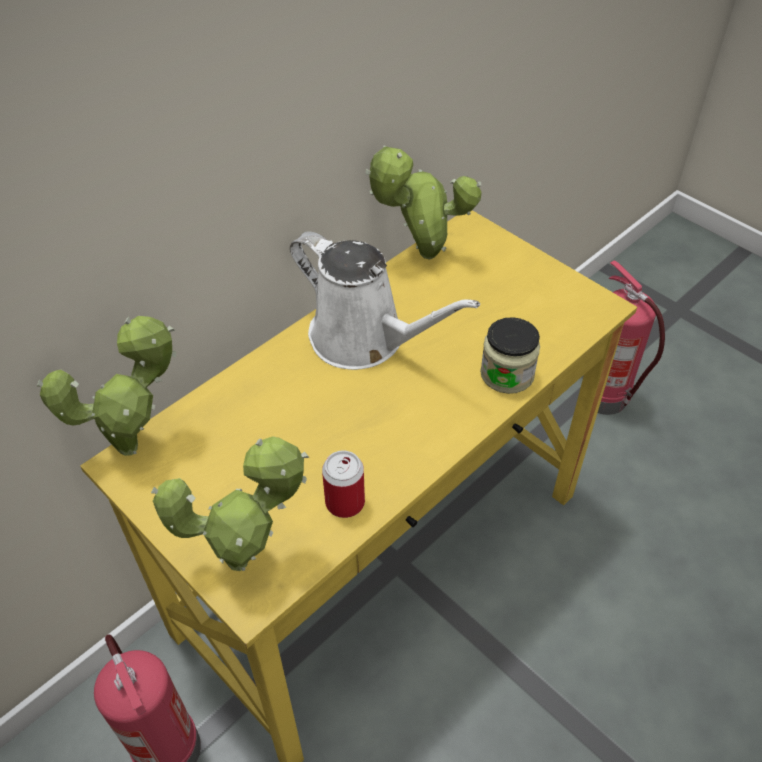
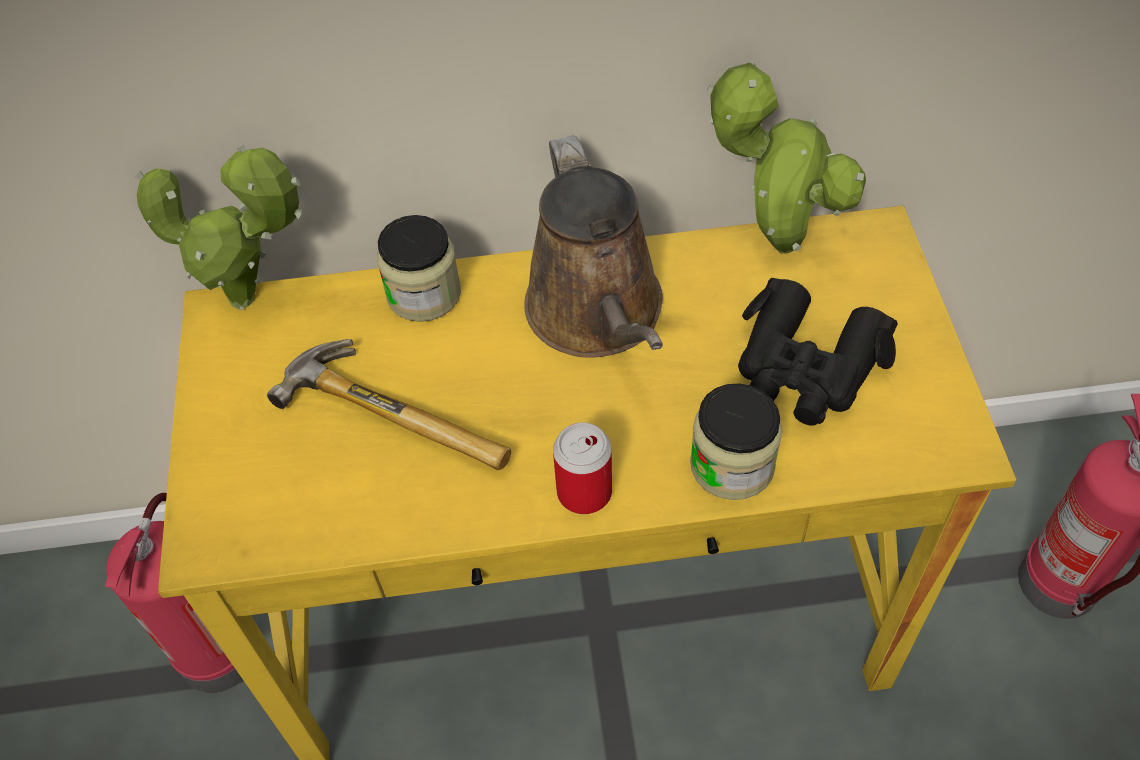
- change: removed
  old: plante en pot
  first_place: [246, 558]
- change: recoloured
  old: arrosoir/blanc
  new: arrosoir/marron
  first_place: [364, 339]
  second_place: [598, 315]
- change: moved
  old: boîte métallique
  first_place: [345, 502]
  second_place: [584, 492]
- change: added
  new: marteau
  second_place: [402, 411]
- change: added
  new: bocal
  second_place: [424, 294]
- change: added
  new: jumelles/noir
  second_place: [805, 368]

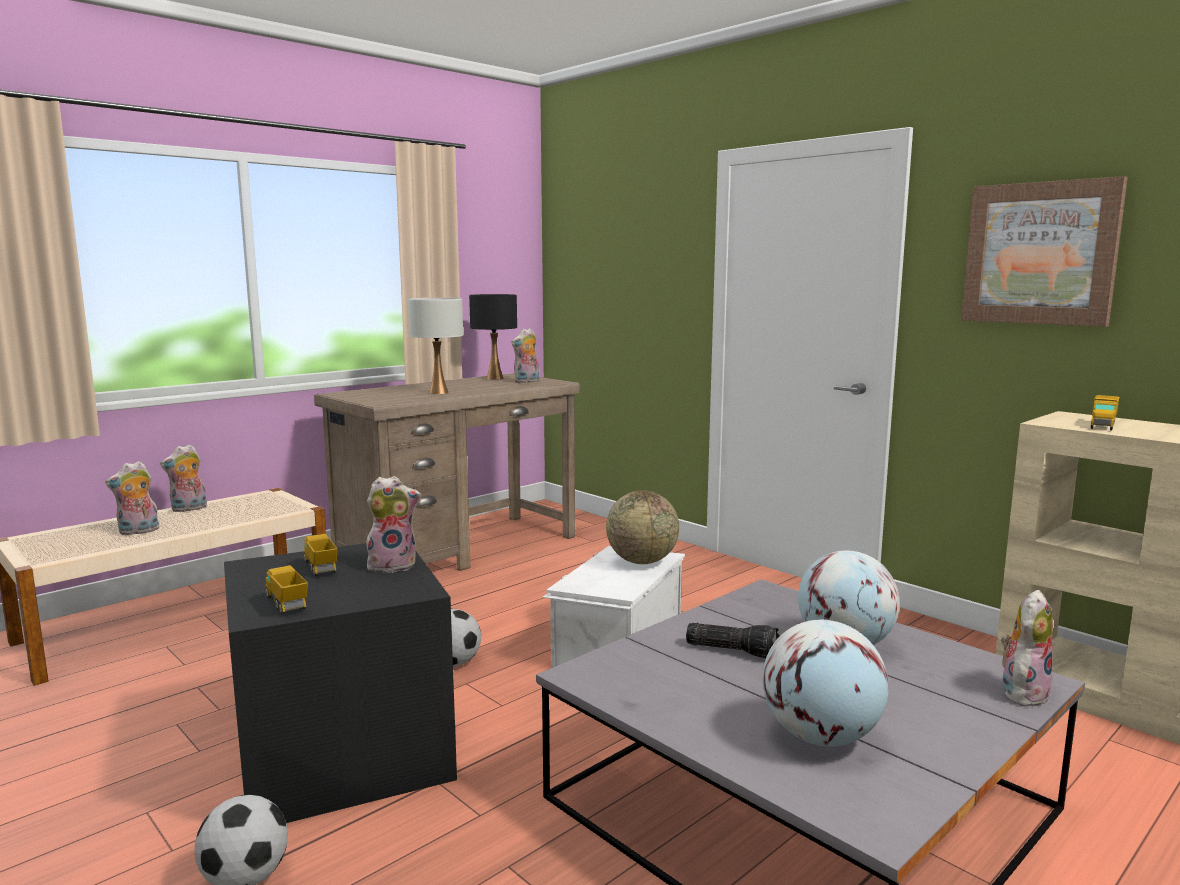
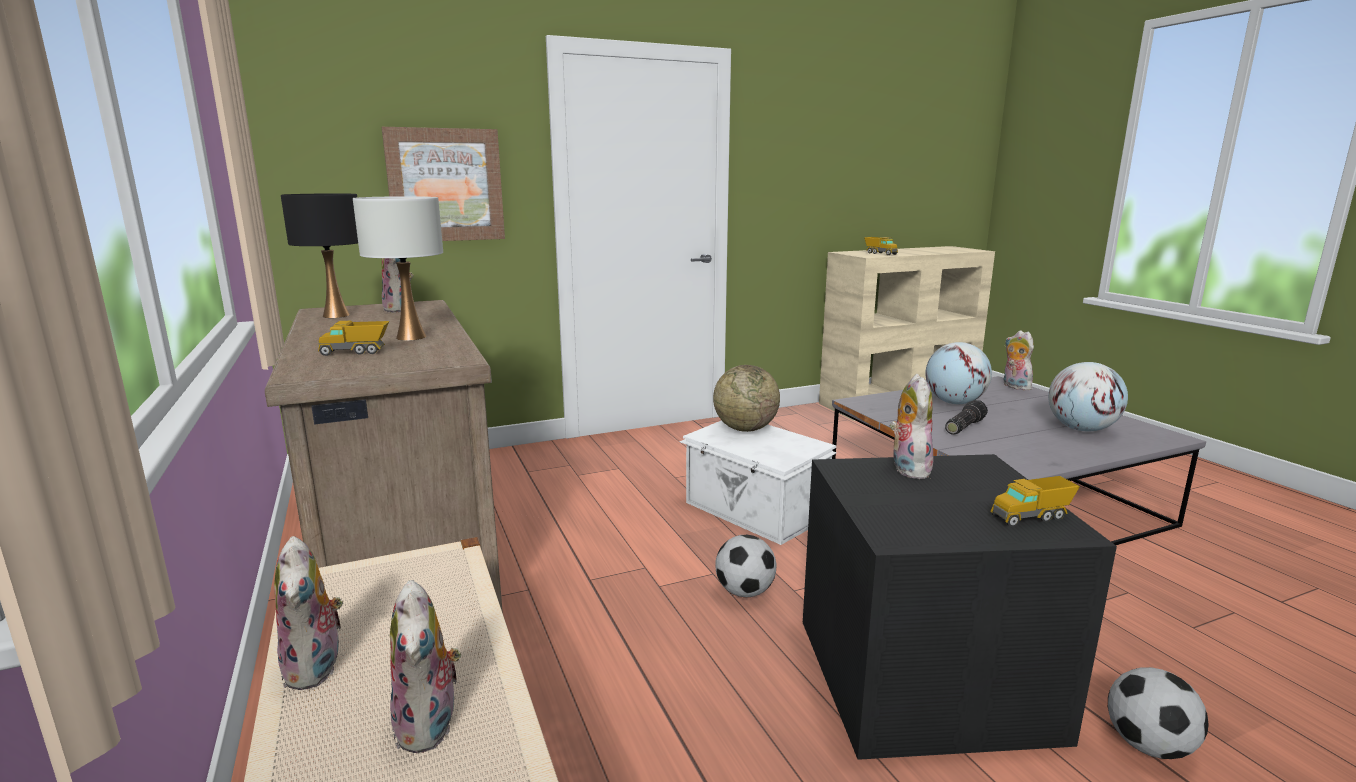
- change: moved
  old: camion jouet
  first_place: [320, 568]
  second_place: [356, 352]
- change: moved
  old: tableau
  first_place: [1040, 253]
  second_place: [445, 185]

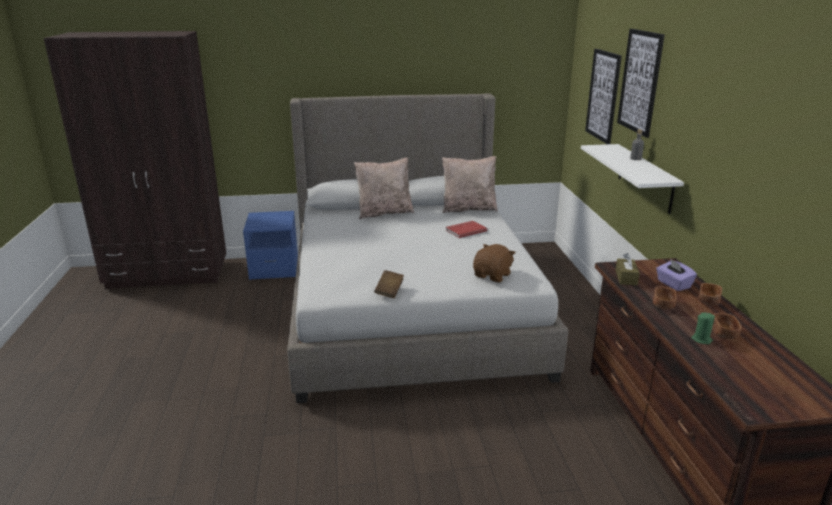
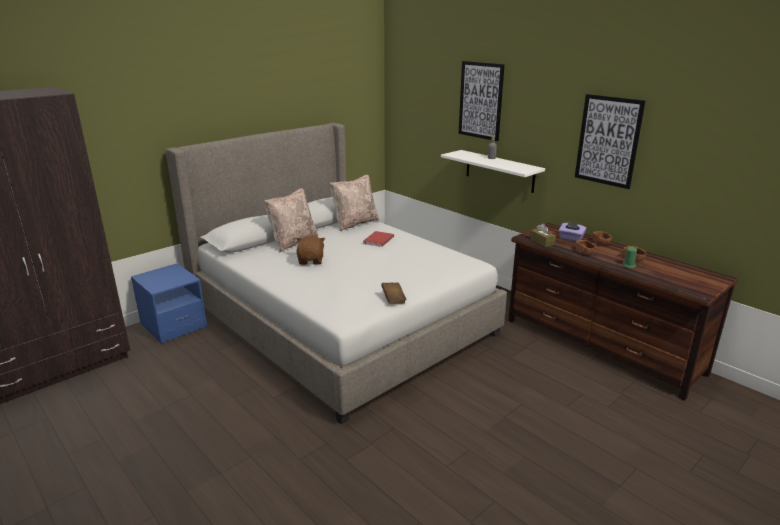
- change: moved
  old: peluche/marron
  first_place: [493, 275]
  second_place: [311, 261]
- change: moved
  old: tableau
  first_place: [603, 95]
  second_place: [608, 141]

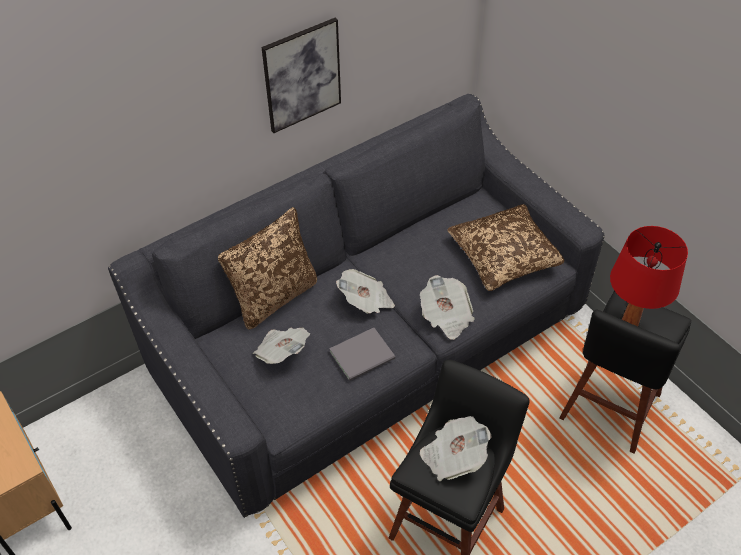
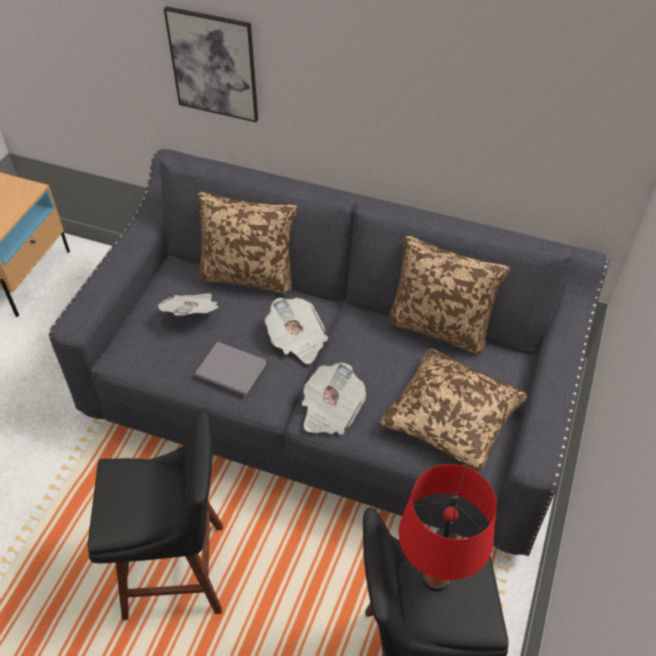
- change: moved
  old: tableau
  first_place: [302, 75]
  second_place: [214, 65]
- change: removed
  old: journal
  first_place: [453, 457]
- change: added
  new: coussin/marron
  second_place: [439, 330]

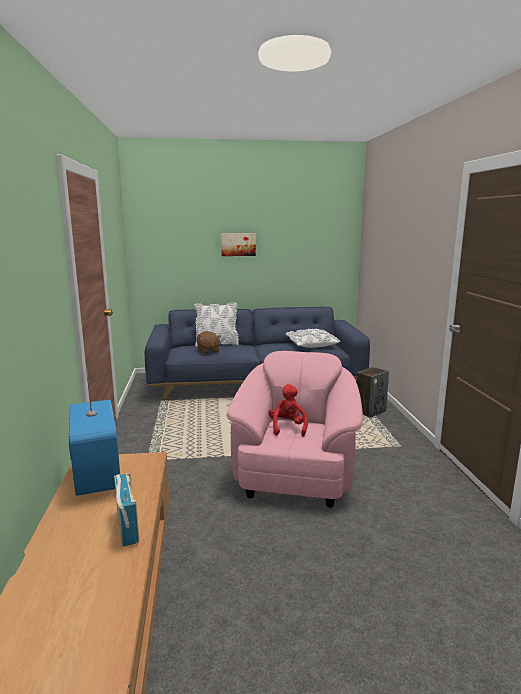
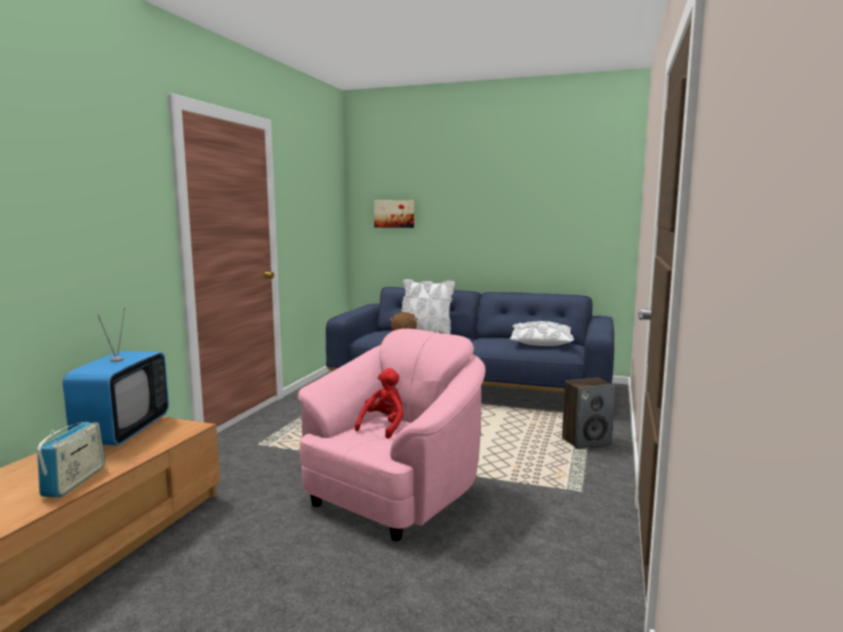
- change: moved
  old: tableau
  first_place: [238, 244]
  second_place: [394, 214]

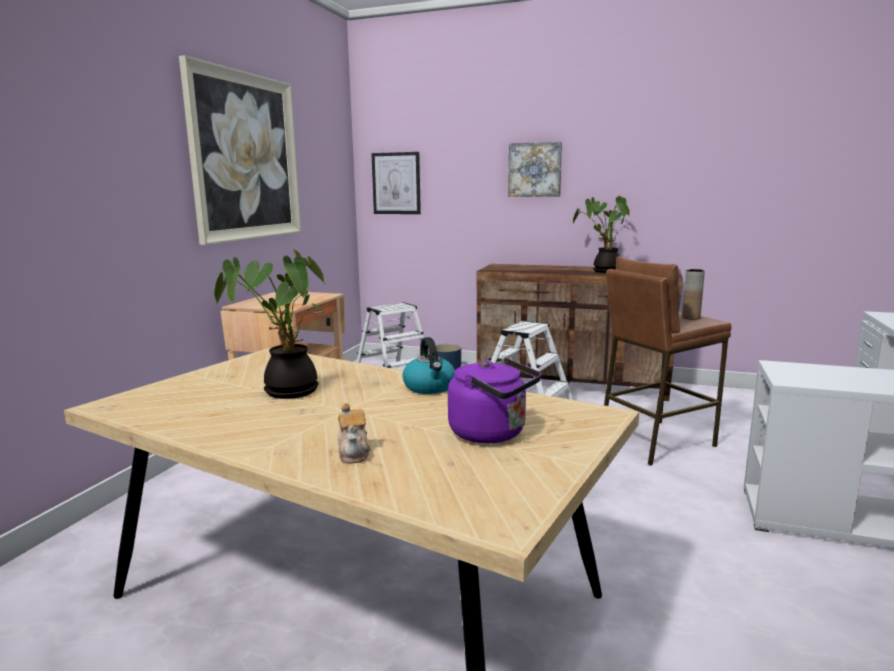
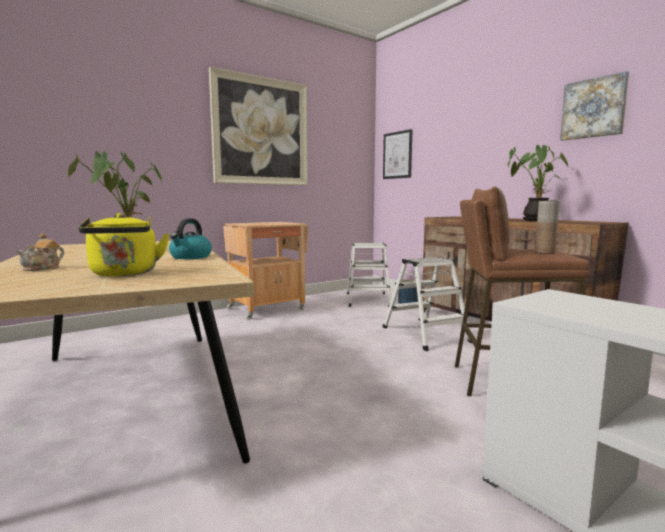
- change: recoloured
  old: bouilloire/violet
  new: bouilloire/jaune
  first_place: [492, 434]
  second_place: [124, 274]
- change: moved
  old: tableau
  first_place: [535, 170]
  second_place: [593, 108]

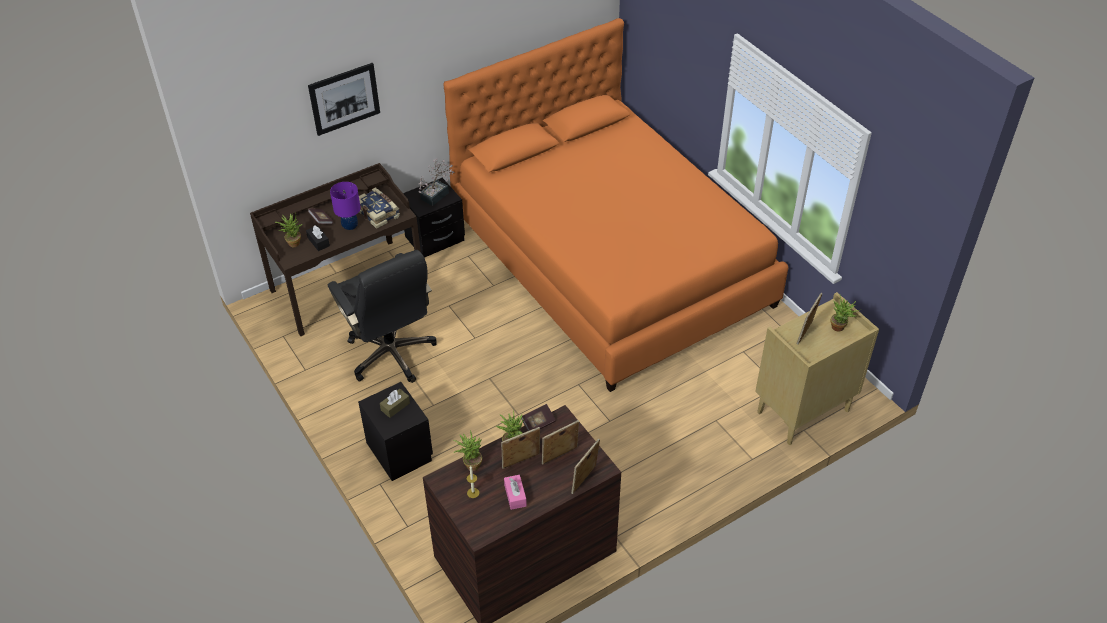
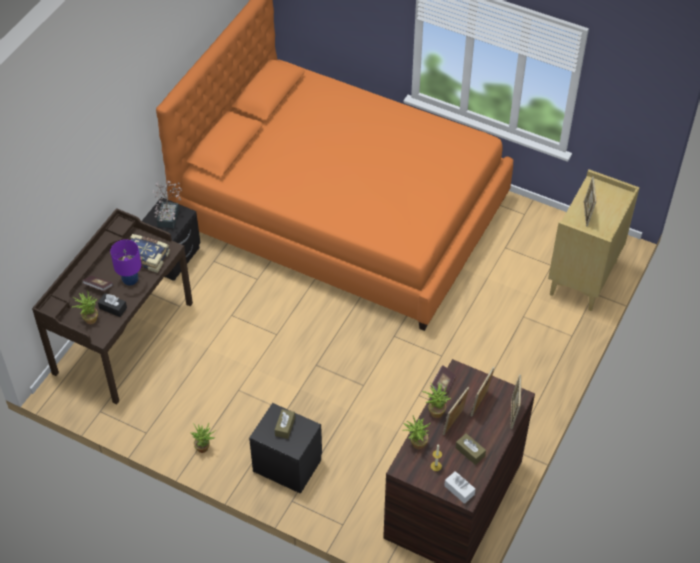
- change: removed
  old: tableau
  first_place: [344, 98]
- change: removed
  old: chaise de bureau/noir
  first_place: [389, 352]
- change: recoloured
  old: boîte à mouchoirs/rose
  new: boîte à mouchoirs/marron
  first_place: [515, 495]
  second_place: [470, 452]
- change: moved
  old: plante en pot
  first_place: [840, 327]
  second_place: [205, 447]
- change: added
  new: boîte à mouchoirs/blanc
  second_place: [459, 490]

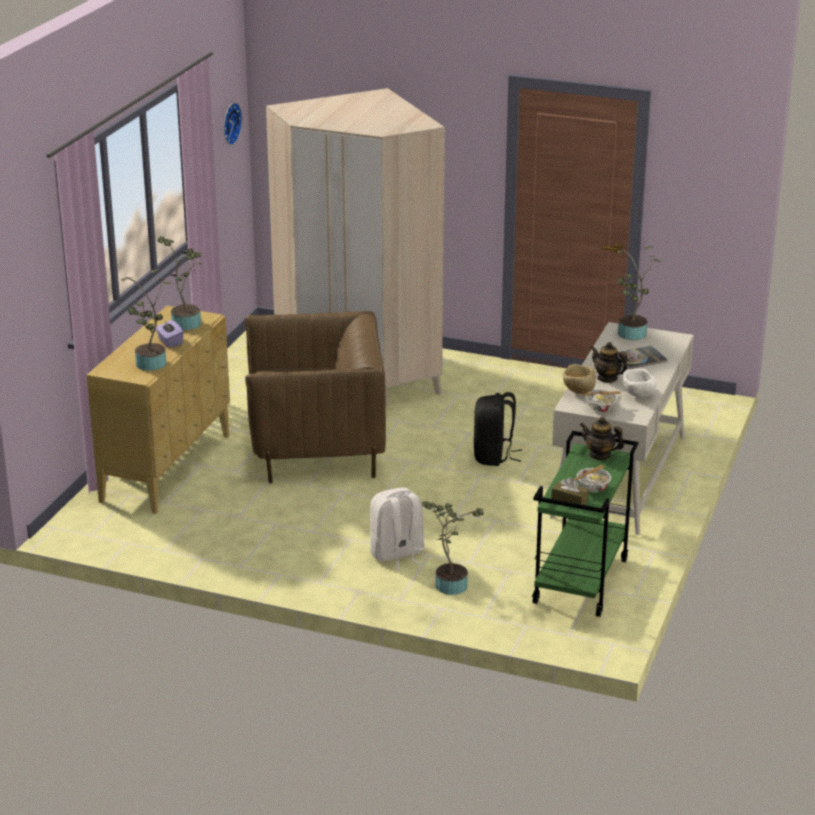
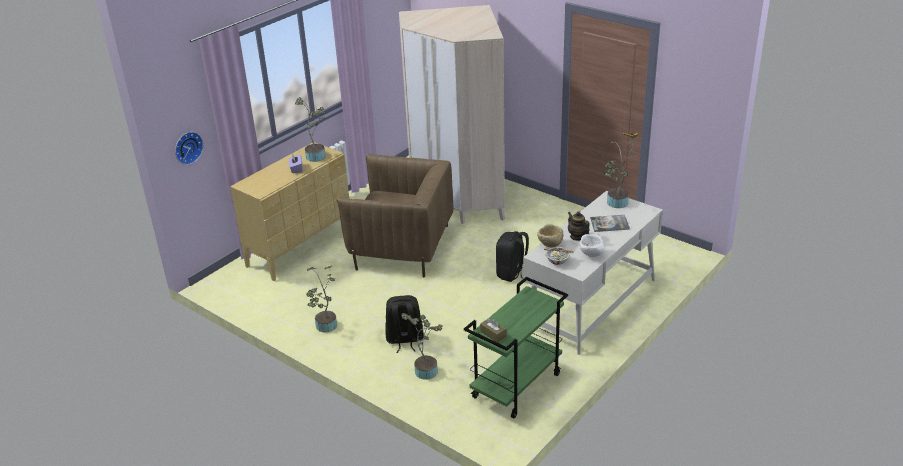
- change: moved
  old: plante en pot
  first_place: [150, 365]
  second_place: [325, 327]
- change: moved
  old: horloge murale
  first_place: [229, 123]
  second_place: [187, 147]
- change: recoloured
  old: sac à dos/blanc
  new: sac à dos/noir
  first_place: [397, 554]
  second_place: [404, 340]
- change: removed
  old: bol
  first_place: [592, 488]
- change: removed
  old: théière
  first_place: [600, 455]

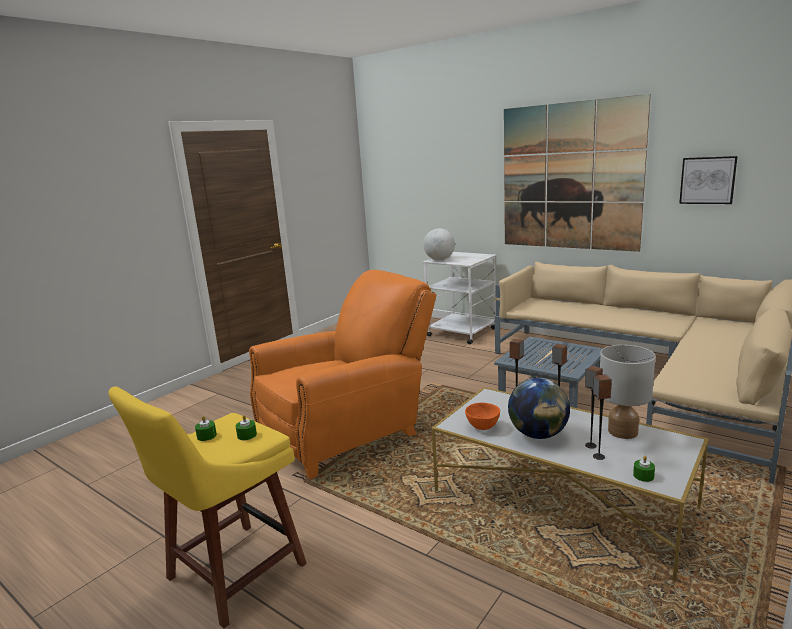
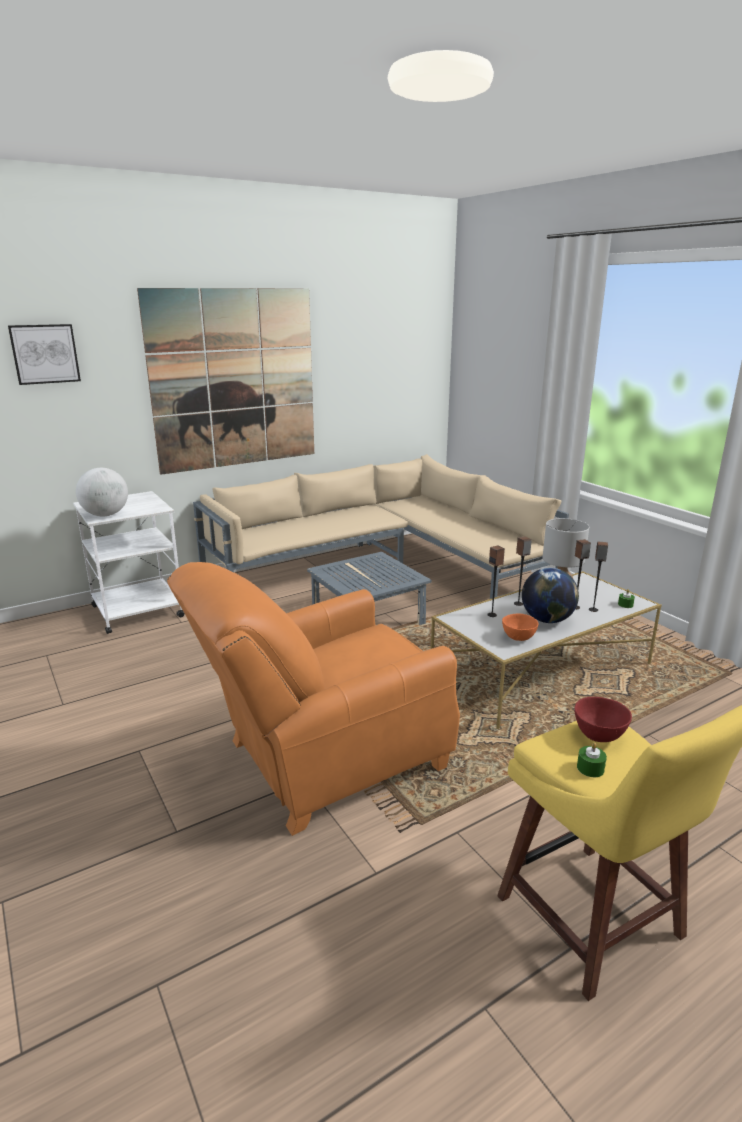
- change: replaced
  old: bougie/vert
  new: bol/rouge
  first_place: [247, 435]
  second_place: [599, 735]
- change: turned
  old: fauteuil/orange
  first_place: [349, 430]
  second_place: [320, 760]
  degrees: -105
- change: moved
  old: tableau
  first_place: [707, 180]
  second_place: [45, 354]

